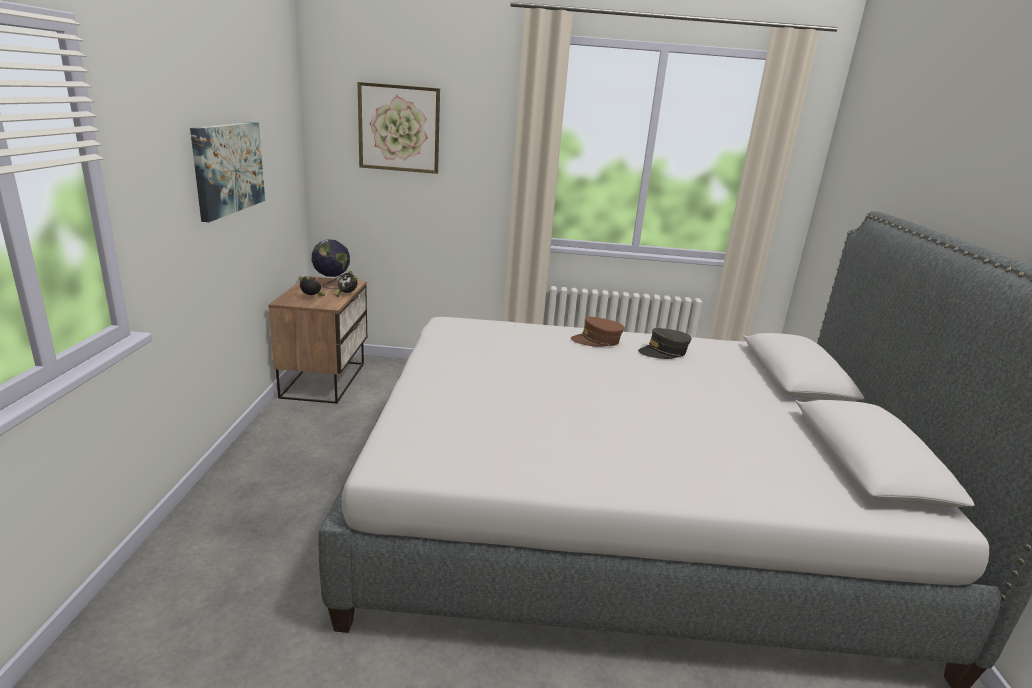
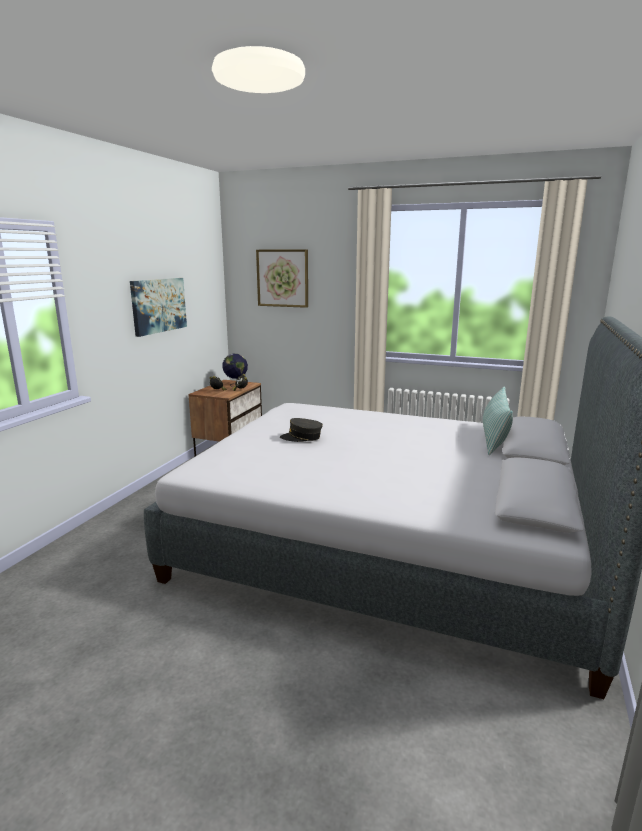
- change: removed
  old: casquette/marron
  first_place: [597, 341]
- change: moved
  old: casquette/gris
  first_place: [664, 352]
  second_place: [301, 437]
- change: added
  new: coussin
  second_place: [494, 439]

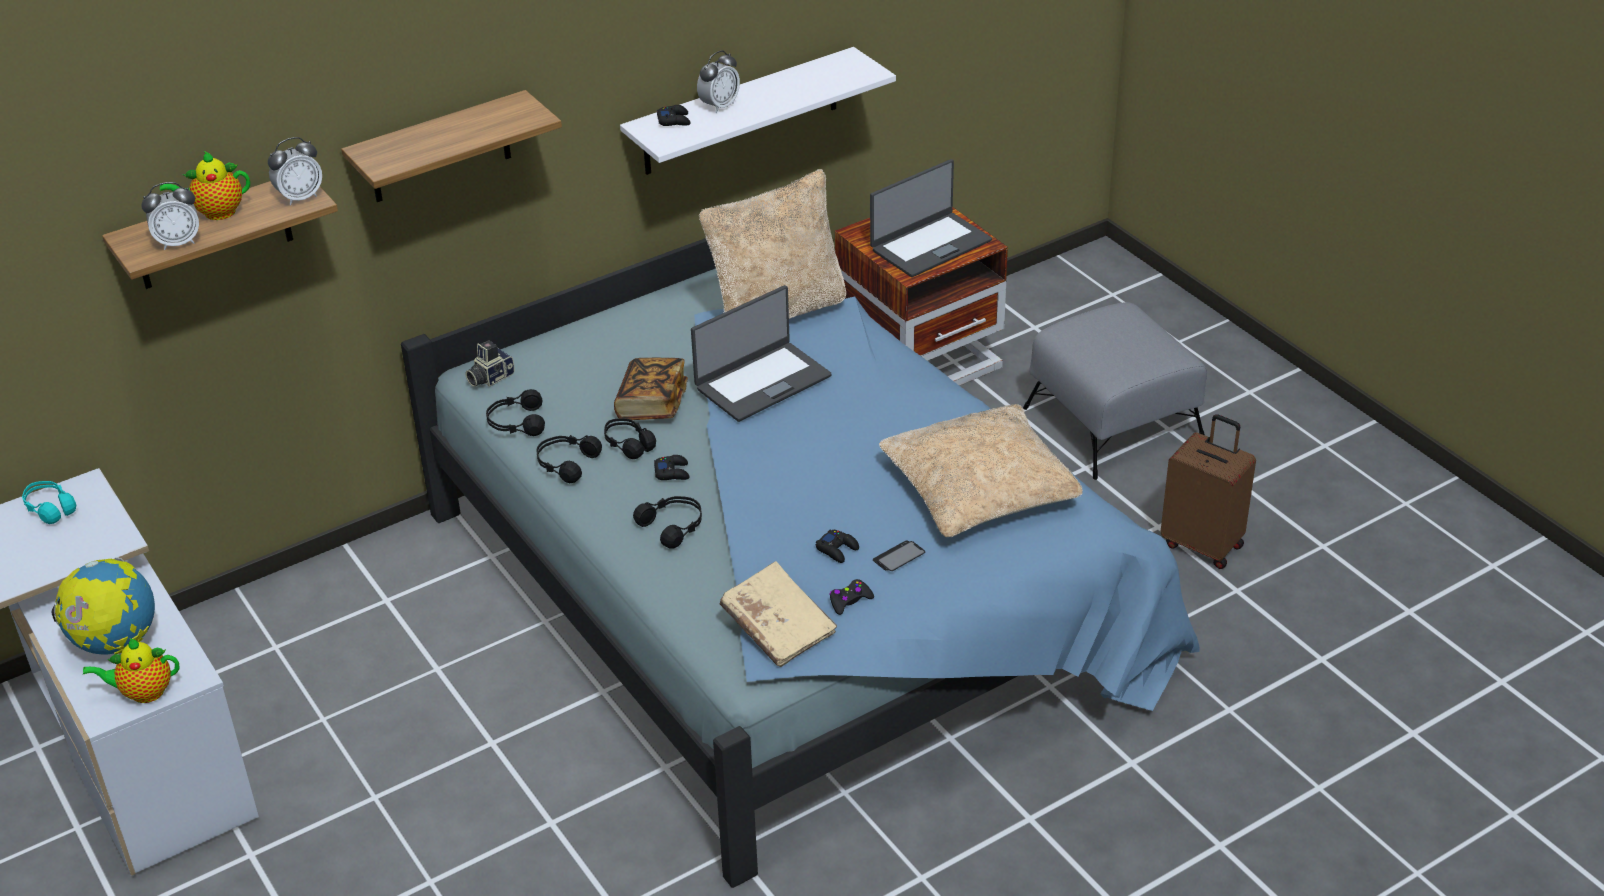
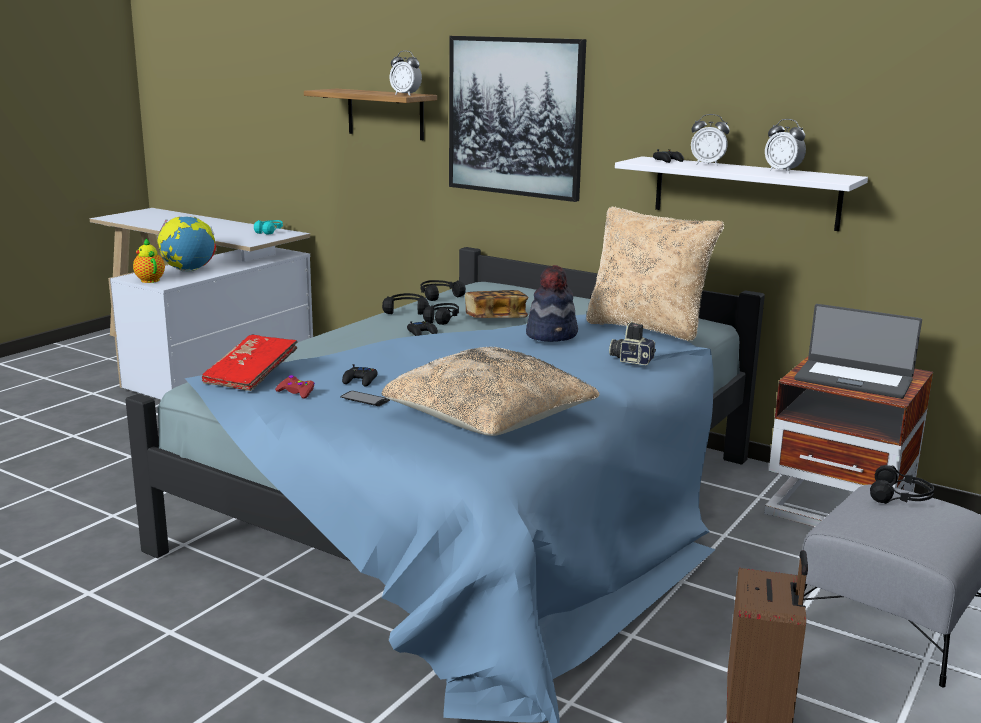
- change: moved
  old: réveil
  first_place: [178, 242]
  second_place: [783, 171]
- change: removed
  old: théière
  first_place: [216, 213]
- change: replaced
  old: étagère
  new: tableau
  first_place: [439, 148]
  second_place: [515, 117]
- change: moved
  old: appareil photo
  first_place: [489, 377]
  second_place: [631, 360]
- change: moved
  old: casque audio/noir
  first_place: [673, 526]
  second_place: [900, 497]
- change: replaced
  old: ordinateur portable
  new: chapeau
  first_place: [762, 381]
  second_place: [552, 335]
- change: recoloured
  old: livre/beige
  new: livre/rouge
  first_place: [778, 627]
  second_place: [251, 377]
- change: recoloured
  old: manette/noir
  new: manette/rouge
  first_place: [849, 601]
  second_place: [296, 392]

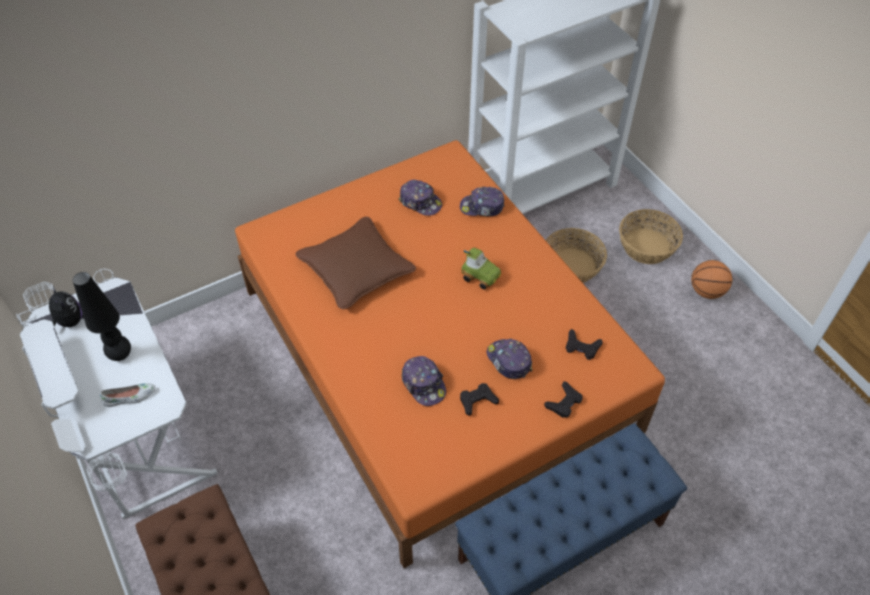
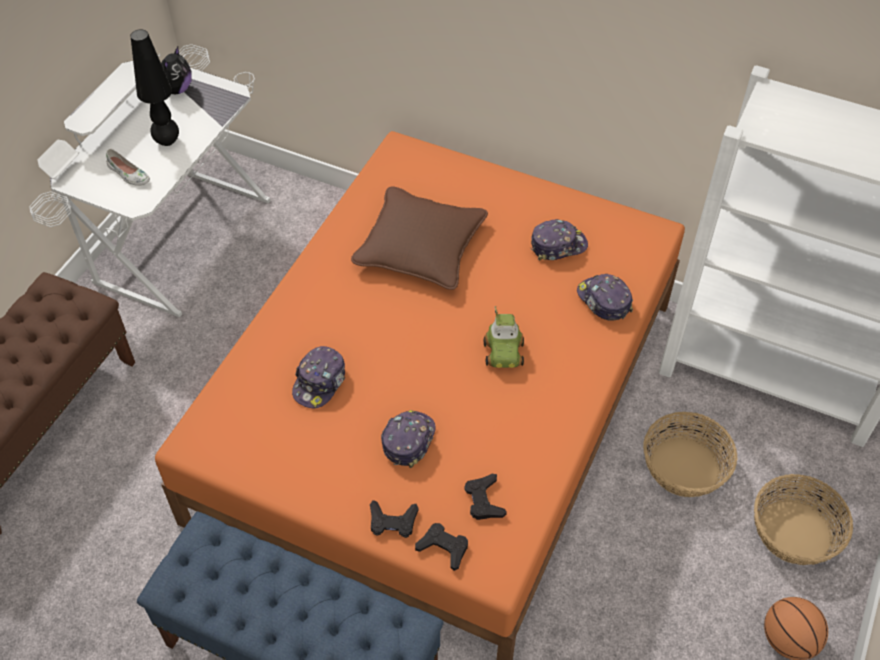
- change: turned
  old: casquette
  first_place: [420, 202]
  second_place: [558, 245]
  degrees: -105
- change: moved
  old: manette/noir
  first_place: [477, 401]
  second_place: [443, 548]

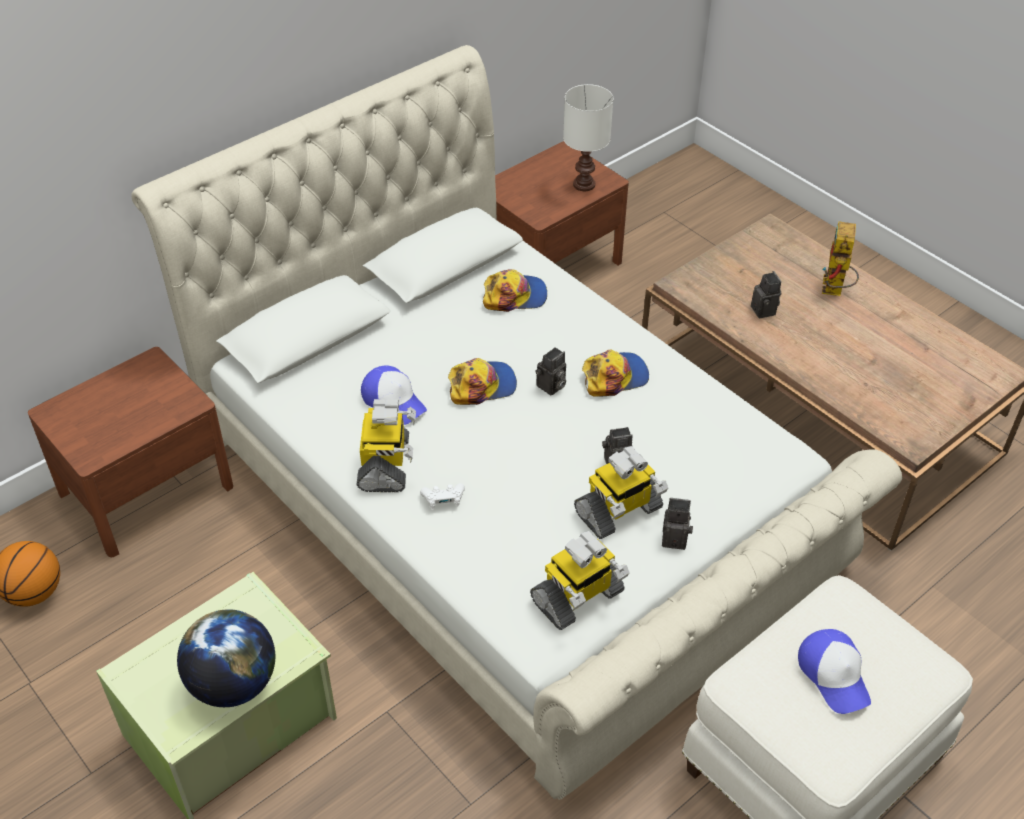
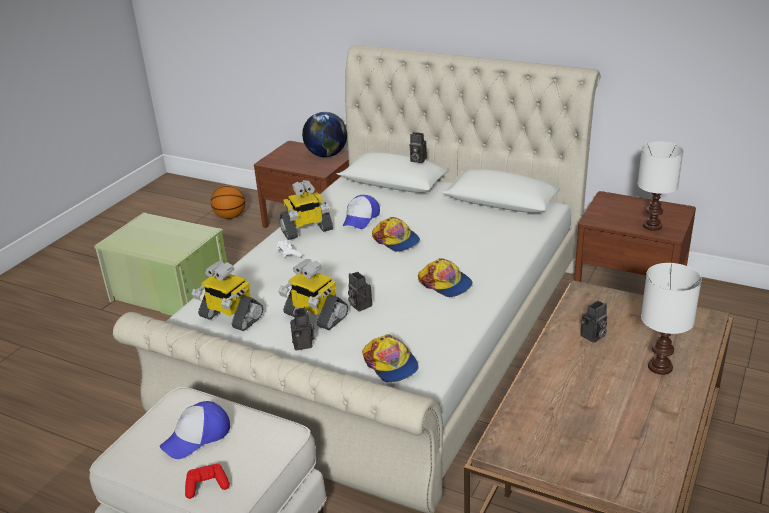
- change: moved
  old: globe
  first_place: [233, 684]
  second_place: [326, 155]
- change: moved
  old: casquette
  first_place: [515, 296]
  second_place: [390, 364]
- change: moved
  old: appareil photo
  first_place: [551, 387]
  second_place: [417, 160]
- change: replaced
  old: robot jouet
  new: lampe de table/blanc
  first_place: [834, 291]
  second_place: [659, 367]
- change: added
  new: manette/rouge
  second_place: [207, 486]

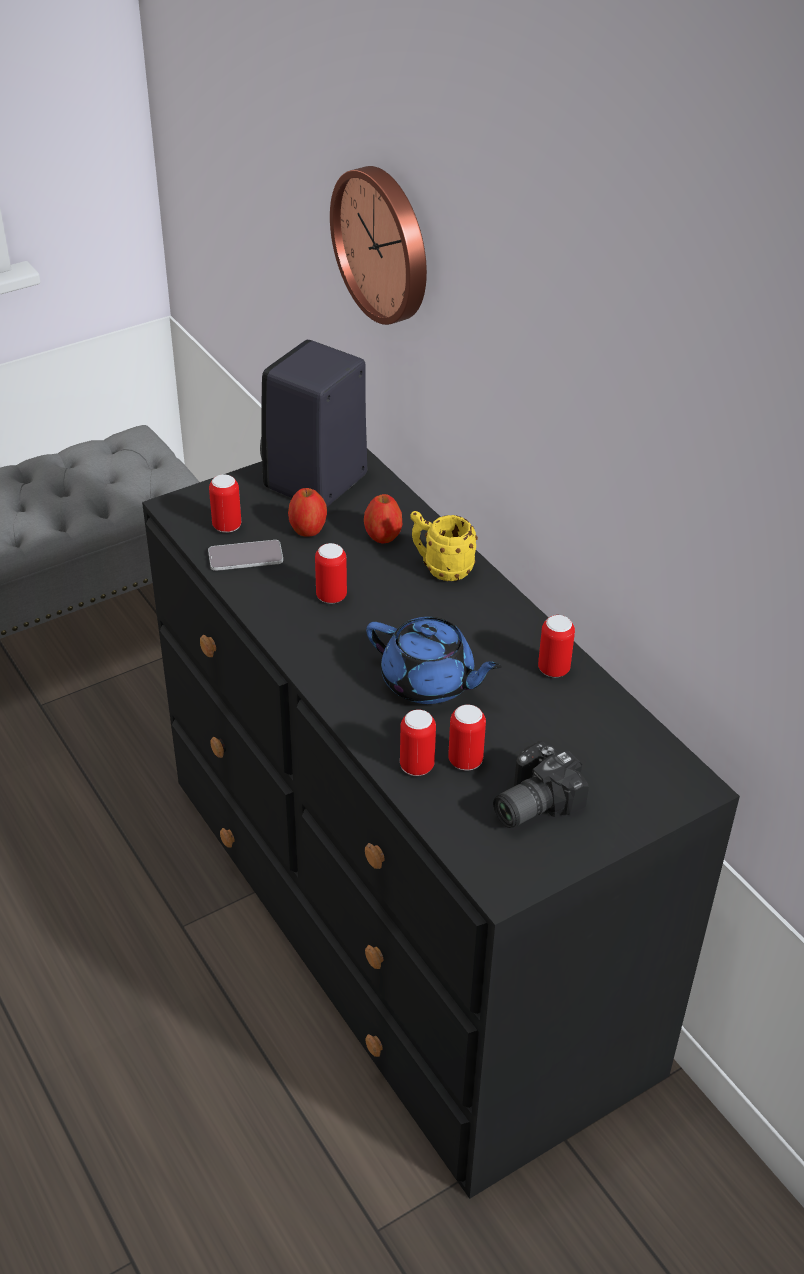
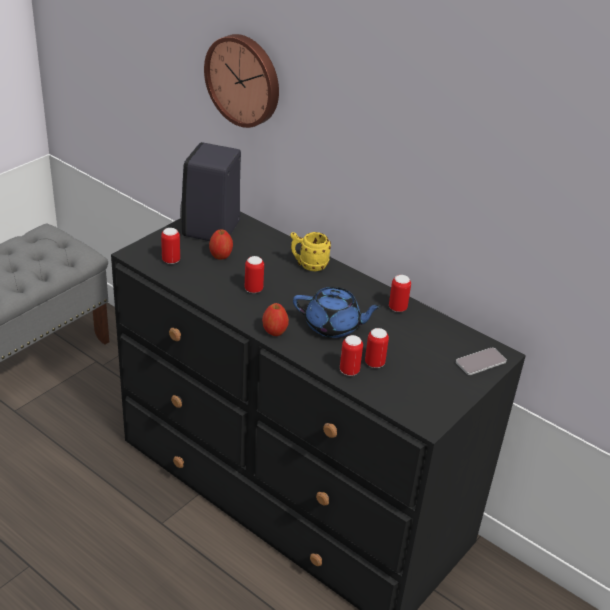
- change: moved
  old: téléphone
  first_place: [245, 557]
  second_place: [481, 362]
- change: moved
  old: pomme
  first_place: [383, 536]
  second_place: [274, 331]
- change: removed
  old: appareil photo
  first_place: [530, 802]

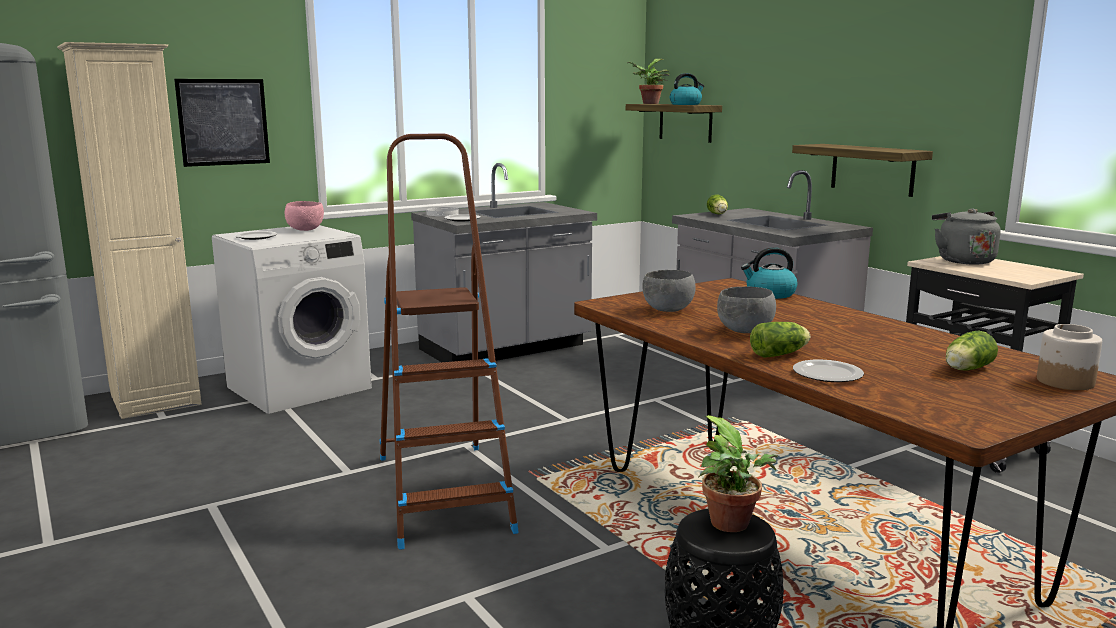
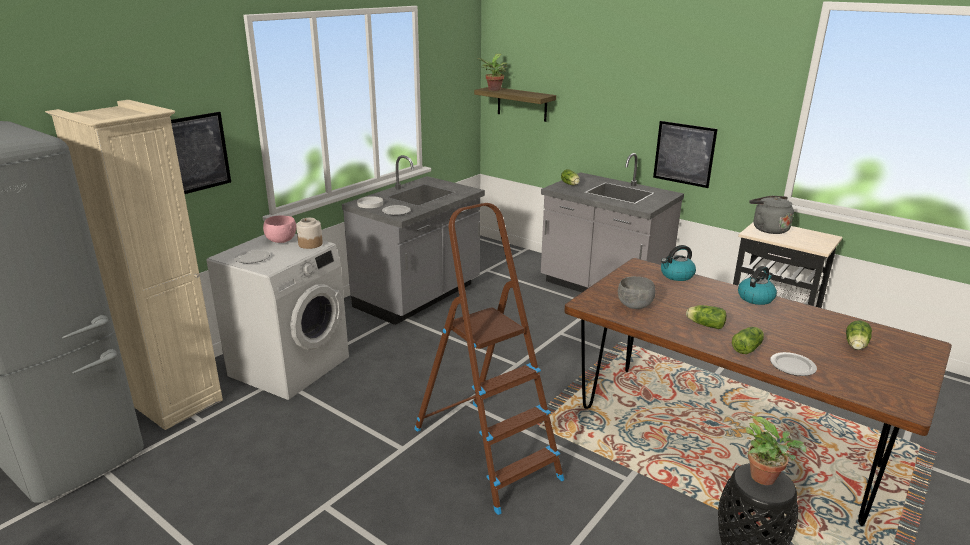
- change: moved
  old: bouilloire
  first_place: [686, 104]
  second_place: [755, 298]
- change: replaced
  old: bol/gris
  new: laitue
  first_place: [745, 331]
  second_place: [704, 325]
- change: replaced
  old: étagère
  new: tableau
  first_place: [872, 169]
  second_place: [684, 154]
- change: moved
  old: bocal
  first_place: [1064, 382]
  second_place: [310, 244]

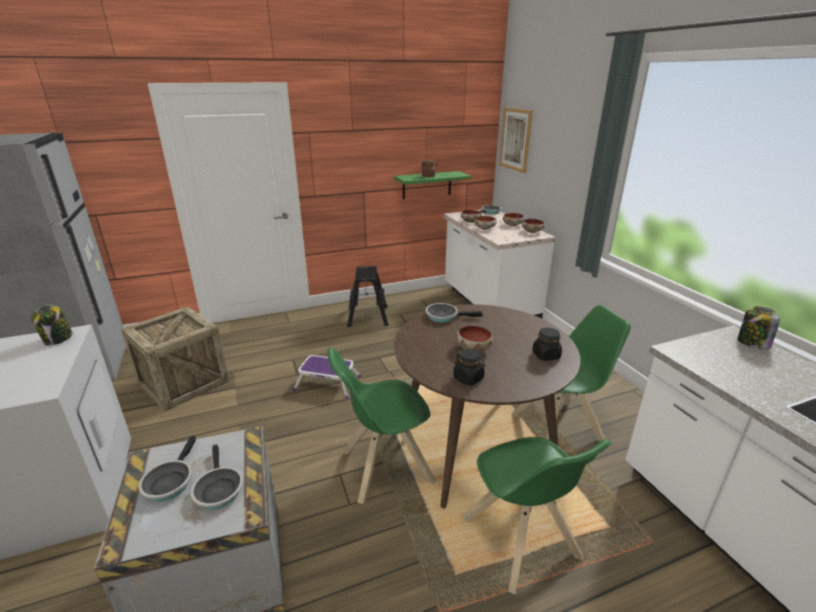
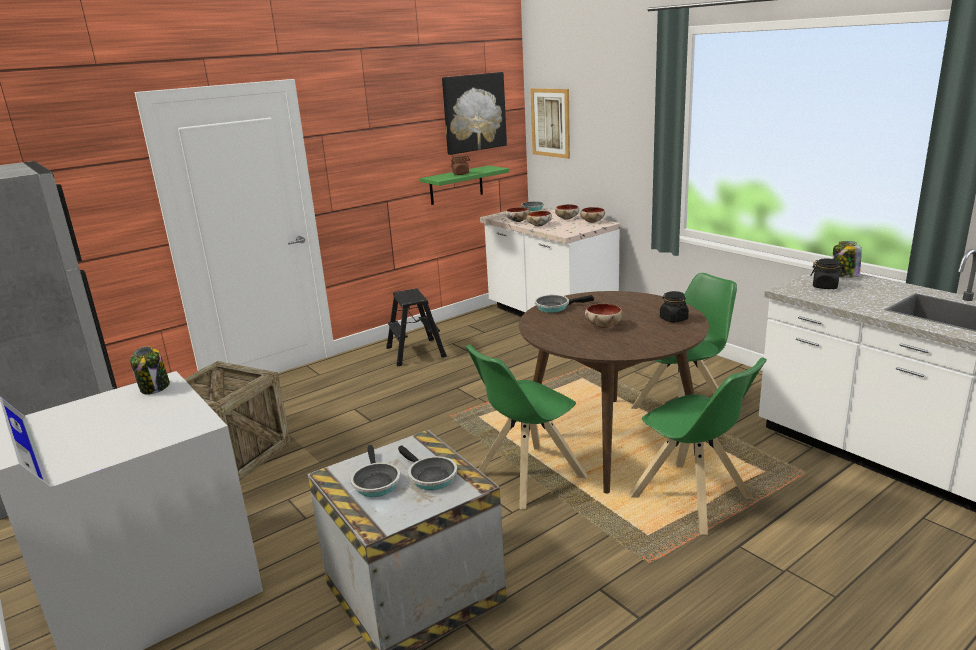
- change: removed
  old: escabeau/violet
  first_place: [327, 383]
- change: moved
  old: bocal/noir
  first_place: [468, 378]
  second_place: [825, 286]
- change: added
  new: tableau
  second_place: [474, 112]

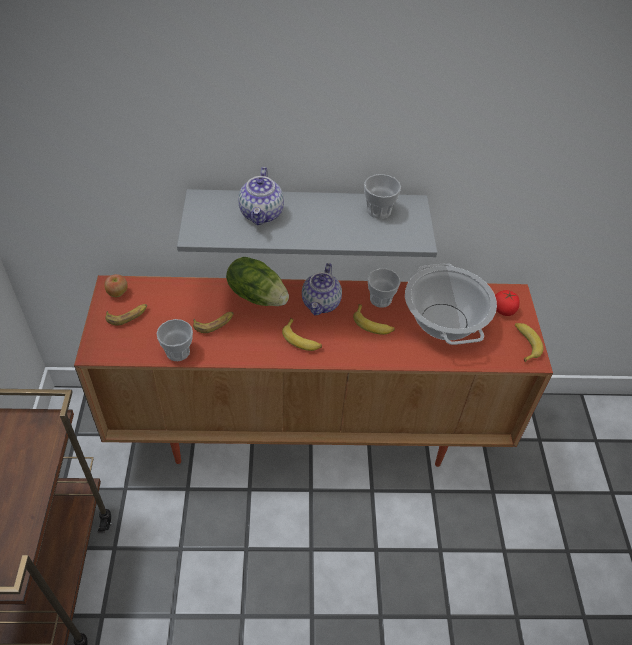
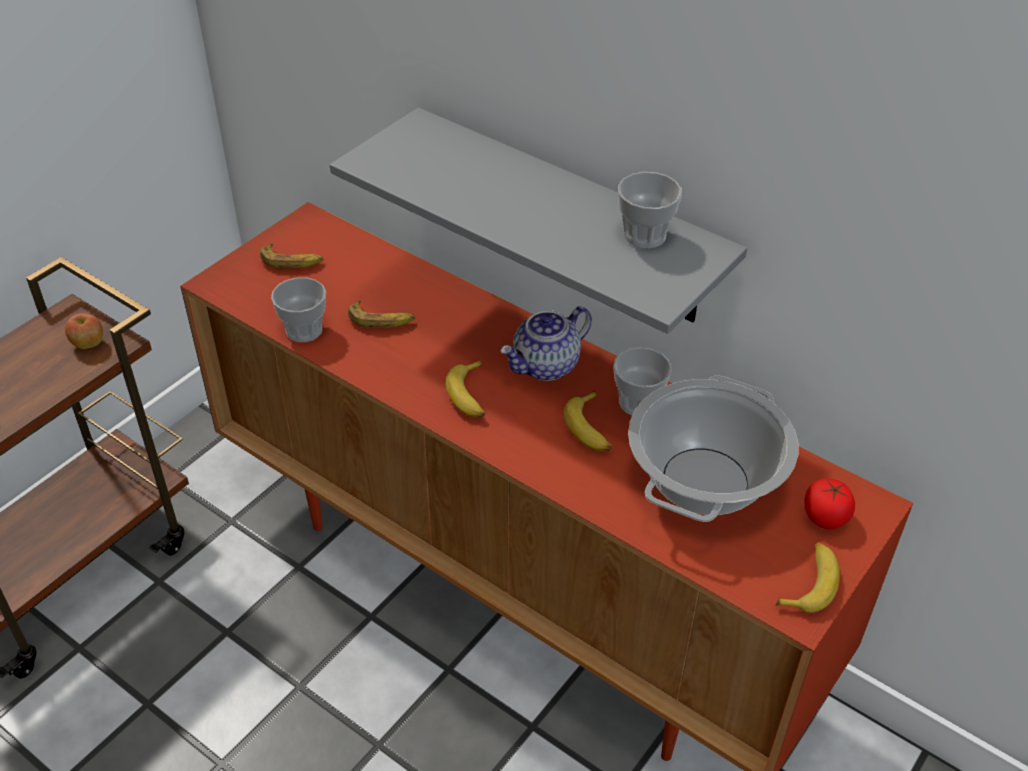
- change: moved
  old: pomme
  first_place: [118, 293]
  second_place: [88, 344]
- change: removed
  old: laitue
  first_place: [257, 295]
- change: removed
  old: théière
  first_place: [262, 214]

